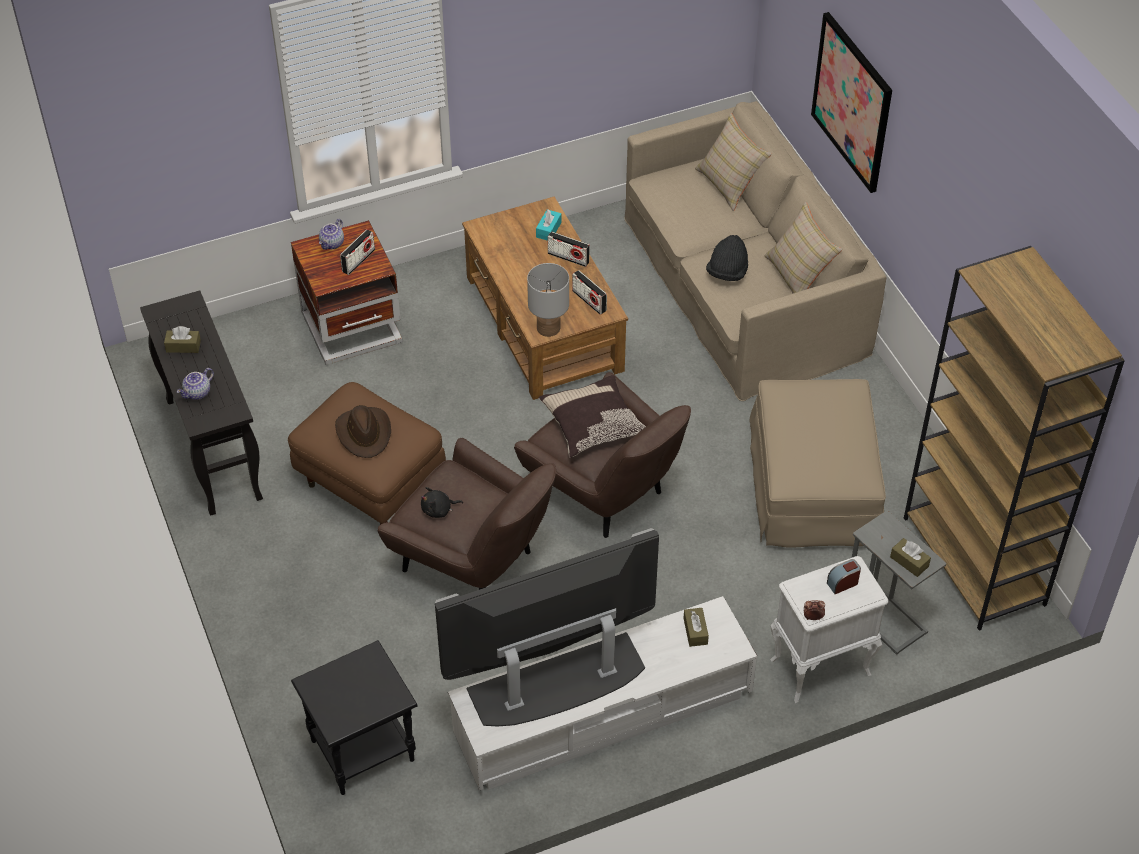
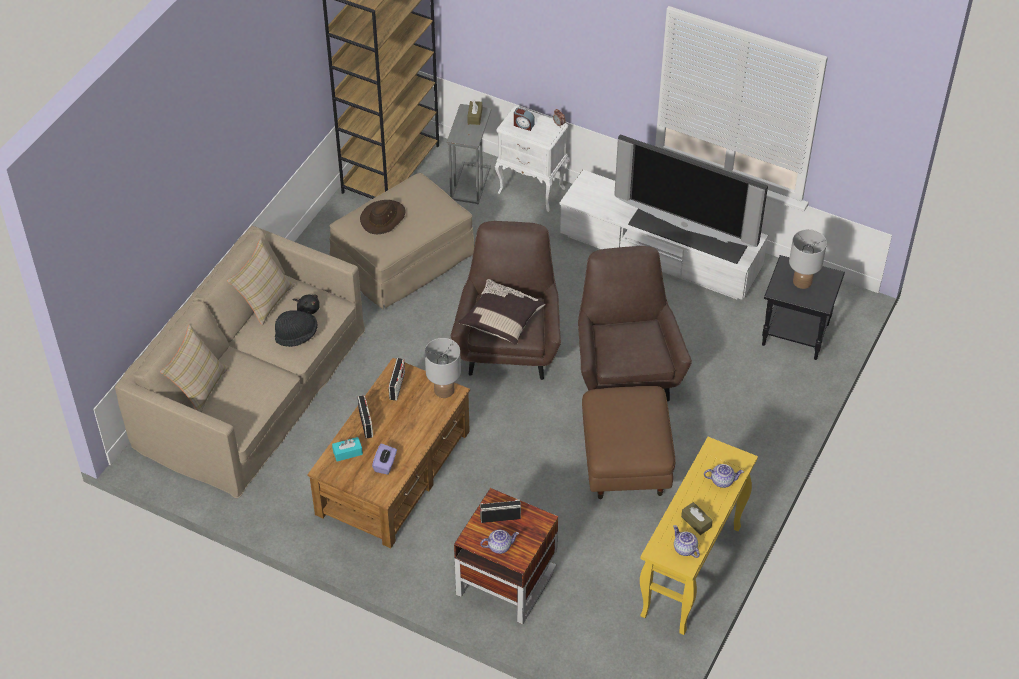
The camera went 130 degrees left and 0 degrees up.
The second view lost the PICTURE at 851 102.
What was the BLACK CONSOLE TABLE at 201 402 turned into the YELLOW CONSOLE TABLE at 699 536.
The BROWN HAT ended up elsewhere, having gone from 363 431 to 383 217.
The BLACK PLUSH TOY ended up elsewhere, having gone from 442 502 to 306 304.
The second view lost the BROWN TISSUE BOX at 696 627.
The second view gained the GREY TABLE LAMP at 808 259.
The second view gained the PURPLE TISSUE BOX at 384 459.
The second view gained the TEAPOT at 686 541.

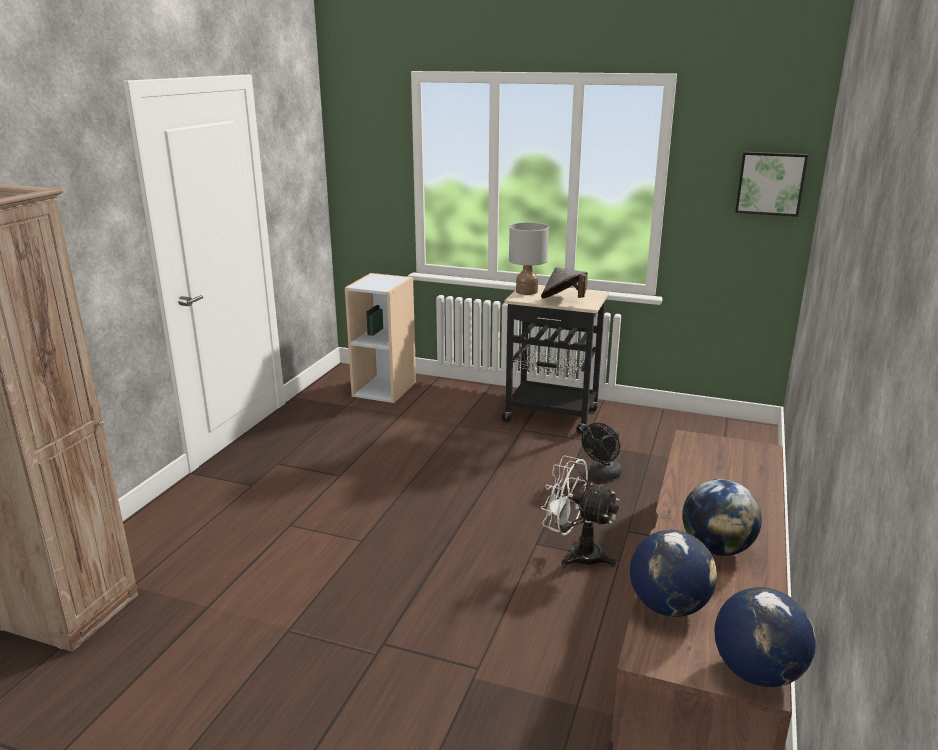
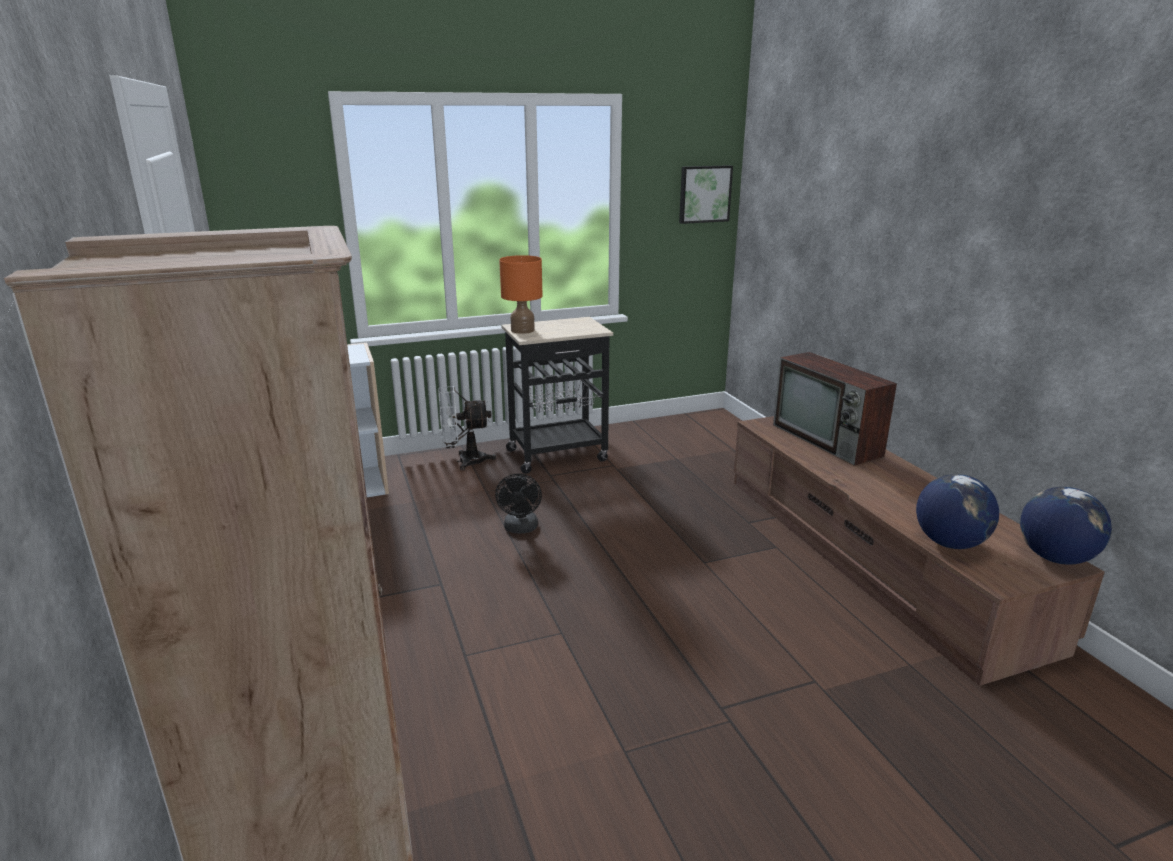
The camera went 40 degrees left and 0 degrees up.
What was the GREY TABLE LAMP at 529 258 turned into the ORANGE TABLE LAMP at 521 294.
The second view lost the GREY HAT at 564 282.
The BLACK FAN ended up elsewhere, having gone from 602 451 to 518 503.
The WHITE FAN ended up elsewhere, having gone from 580 511 to 467 428.
The second view lost the GLOBE at 722 517.
The second view gained the TELEVISION at 835 409.

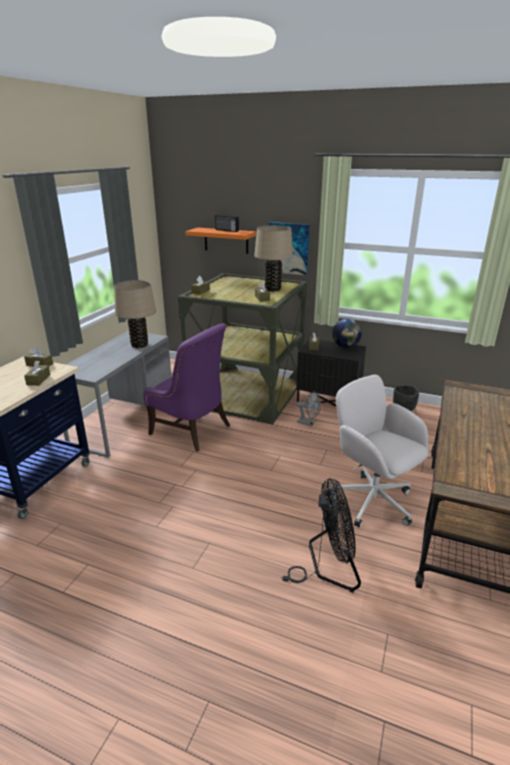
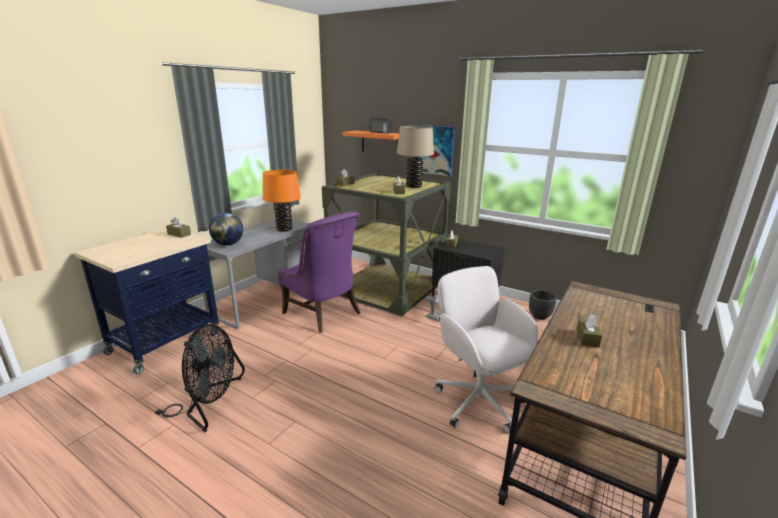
The camera went 10 degrees right and 5 degrees down.
What was the BEIGE TABLE LAMP at 135 314 turned into the ORANGE TABLE LAMP at 282 201.
The GLOBE ended up elsewhere, having gone from 347 333 to 226 229.
The BROWN TISSUE BOX ended up elsewhere, having gone from 37 373 to 589 331.
The BLACK FAN ended up elsewhere, having gone from 321 535 to 200 378.

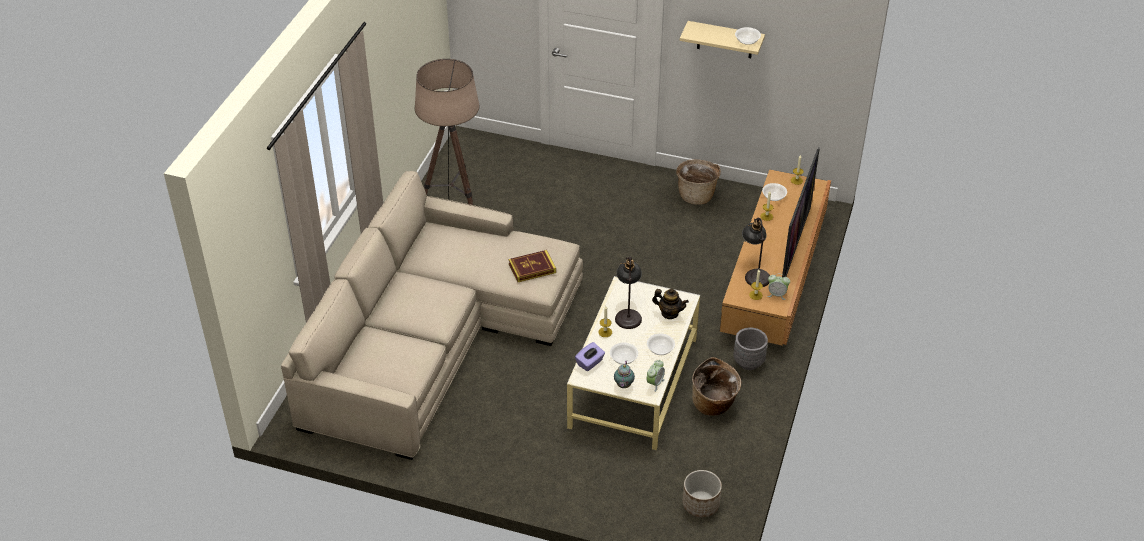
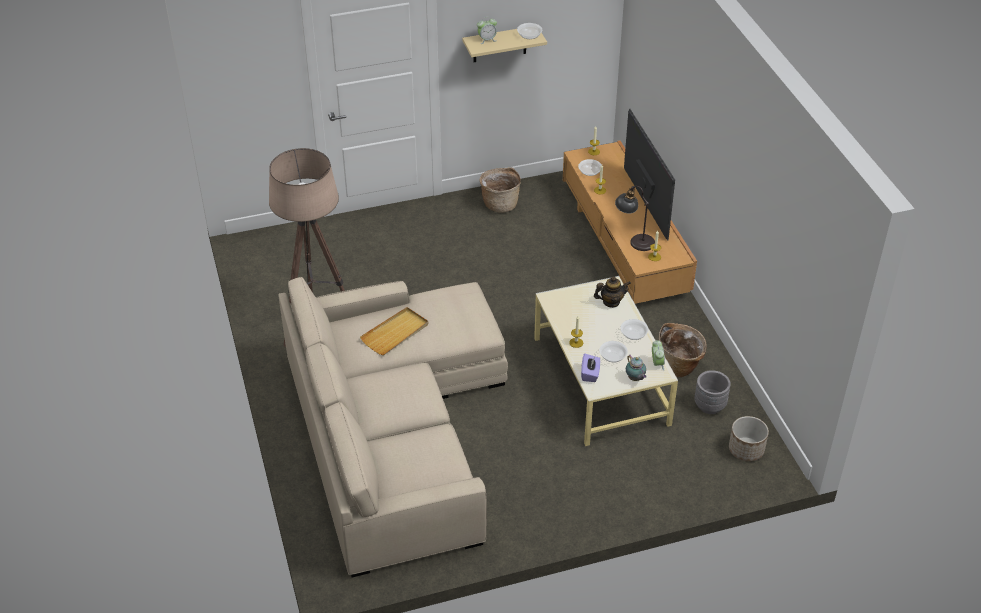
The camera went 35 degrees left and 0 degrees up.
The second view lost the BOOK at 532 266.
The second view lost the GREY TABLE LAMP at 628 293.
The ALARM CLOCK ended up elsewhere, having gone from 778 287 to 487 30.
The GREY PLANTER ended up elsewhere, having gone from 750 349 to 712 392.
The second view gained the BEIGE TRAY at 394 331.

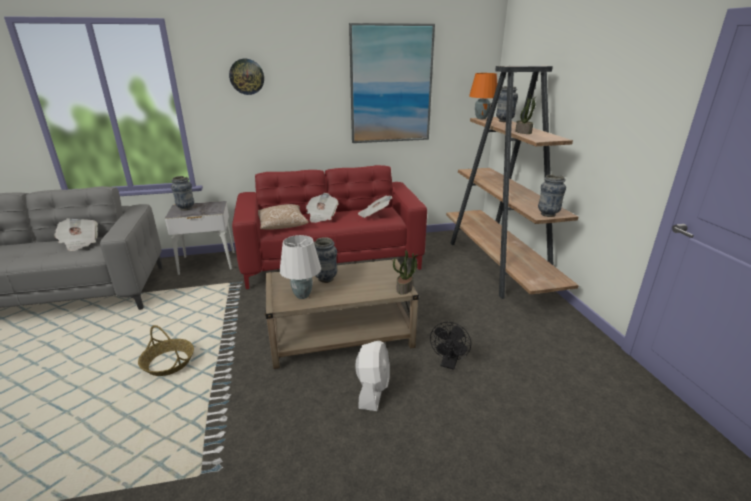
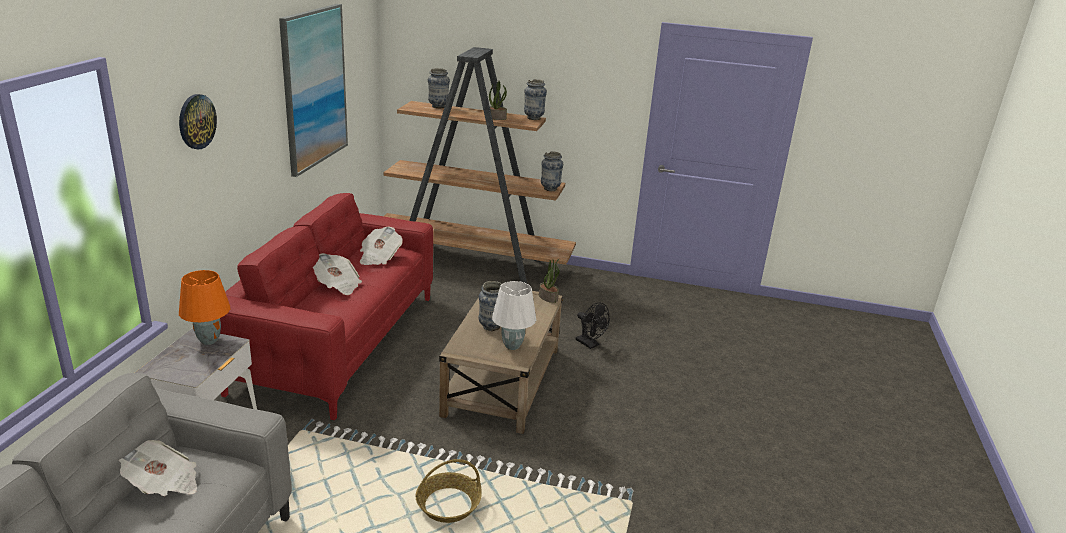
The camera went 65 degrees left and 0 degrees up.
The ORANGE TABLE LAMP ended up elsewhere, having gone from 483 96 to 204 307.
The VASE ended up elsewhere, having gone from 182 193 to 535 99.
The second view lost the PILLOW at 283 217.
The second view lost the WHITE FAN at 372 376.

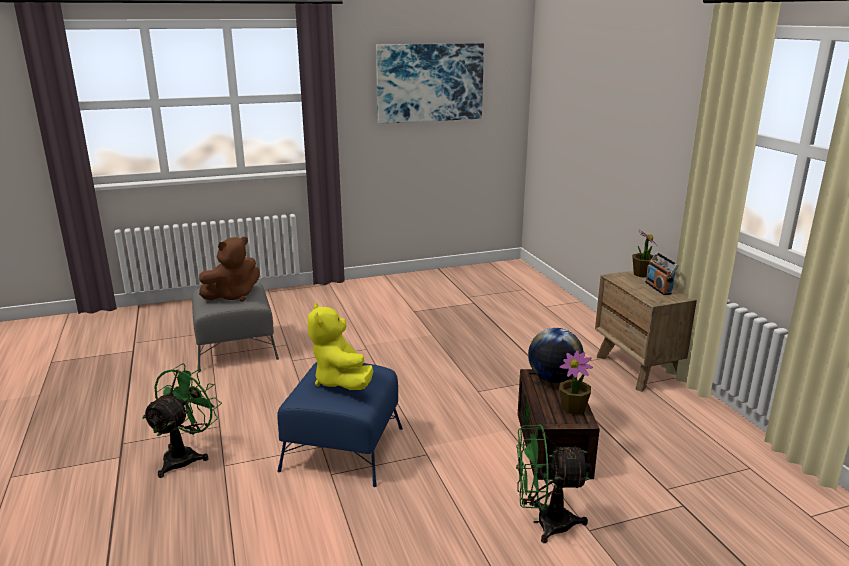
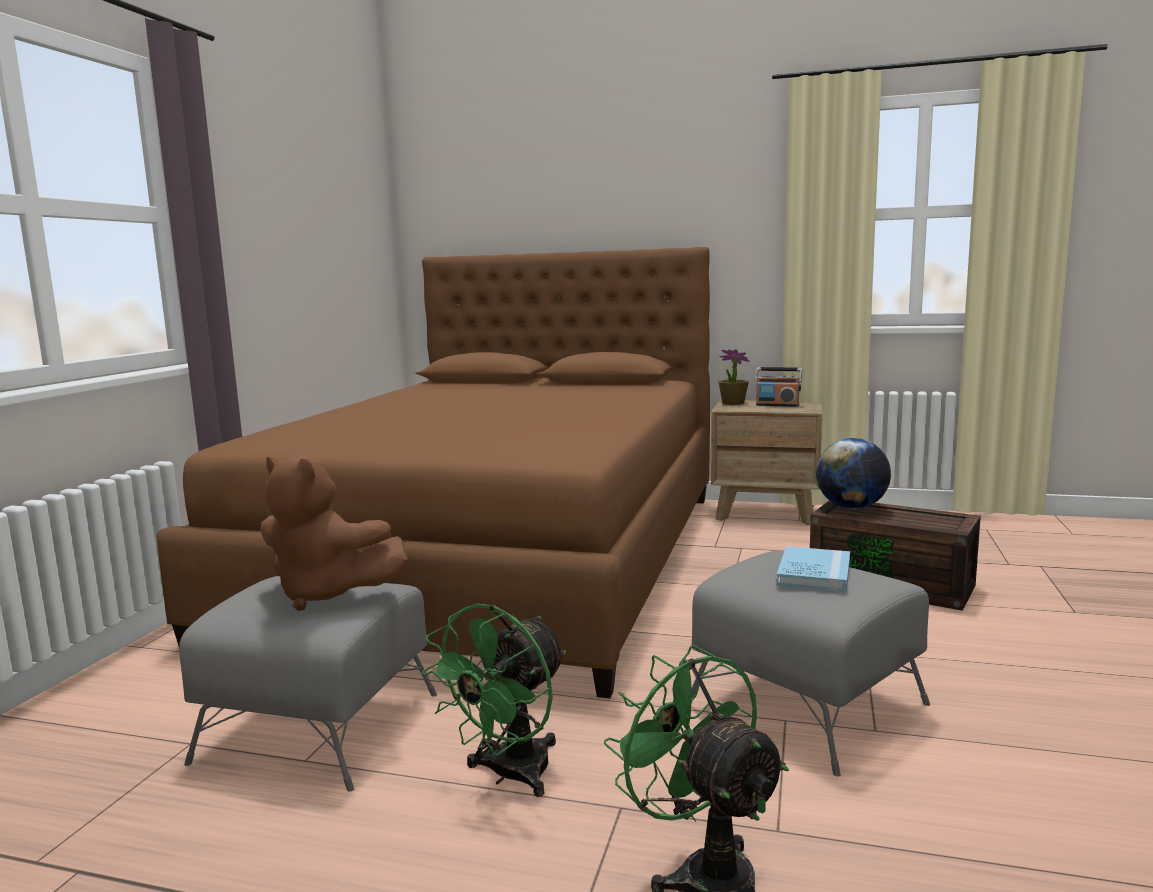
The camera went 55 degrees left and 10 degrees down.
The second view lost the PICTURE at 430 83.
The BROWN PLUSH TOY at 229 269 ended up facing another way, 120 degrees clockwise from before.
Where the YELLOW PLUSH TOY stood at 340 346, the BLUE BOOK came to stand at 813 569.
The second view lost the POTTED PLANT at 576 382.
What was the BLUE OTTOMAN at 340 424 turned into the GREY OTTOMAN at 810 664.
The GREEN FAN ended up elsewhere, having gone from 553 483 to 494 700.
The second view gained the BROWN BED at 433 473.

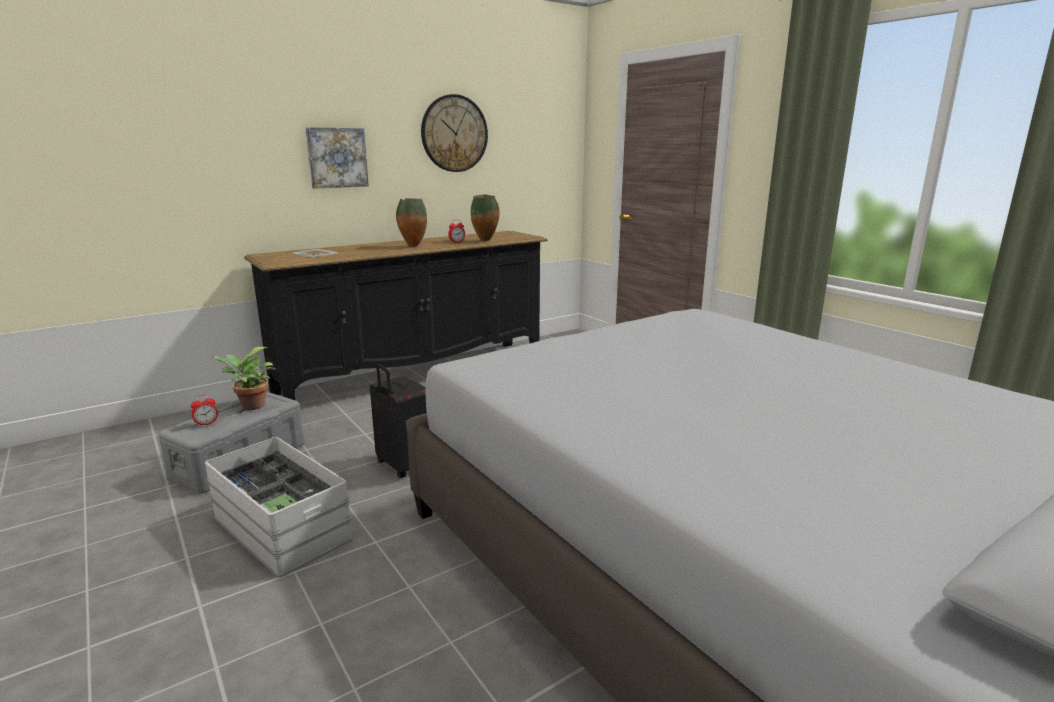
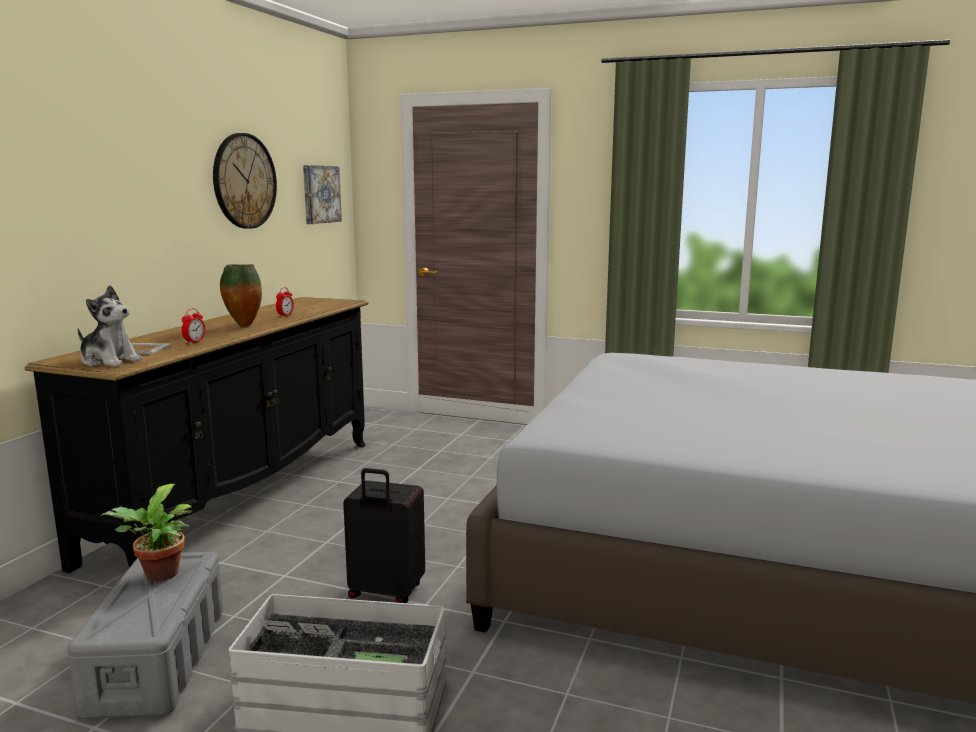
The camera went 35 degrees left and 5 degrees down.
The PICTURE ended up elsewhere, having gone from 337 158 to 322 194.
The second view lost the VASE at 485 217.
The ALARM CLOCK ended up elsewhere, having gone from 204 411 to 193 326.
The second view gained the PLUSH TOY at 110 326.

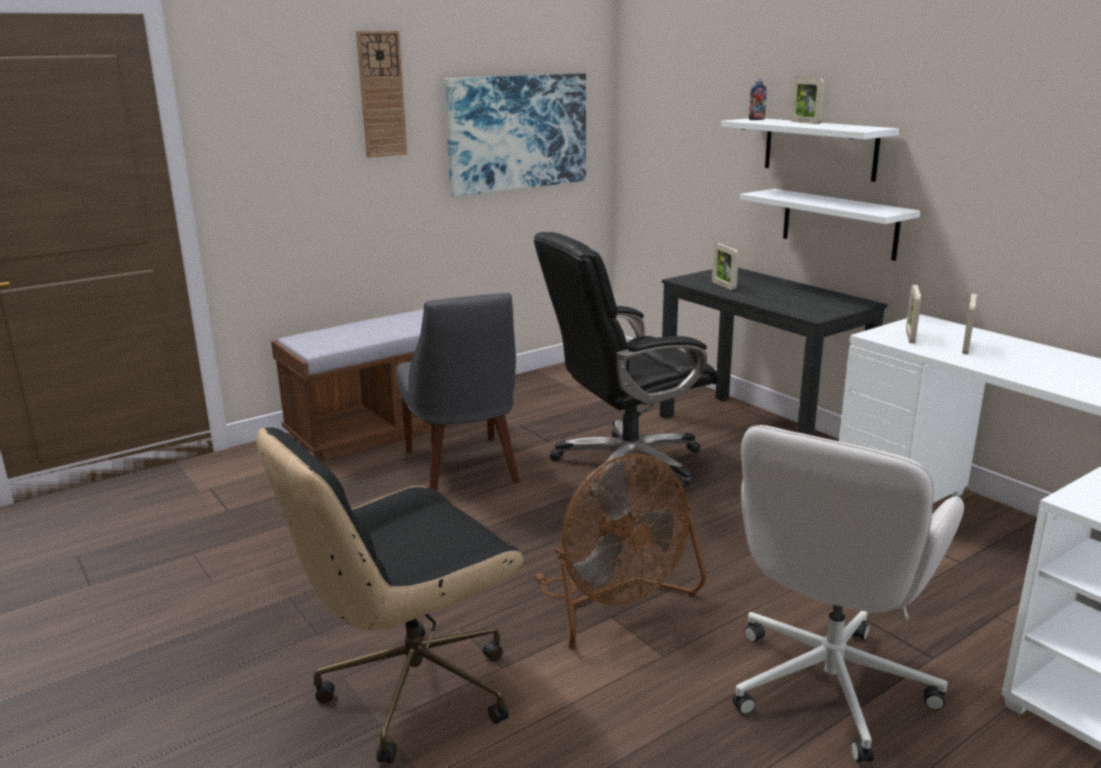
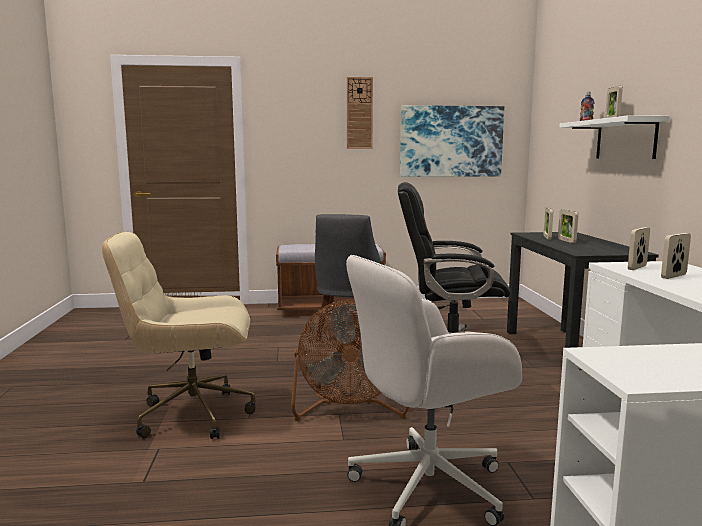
The camera went 30 degrees right and 10 degrees down.
The second view lost the WHITE SHELF at 830 225.
What was the BLACK OFFICE CHAIR at 390 595 turned into the BEIGE OFFICE CHAIR at 179 335.
The second view gained the PICTURE FRAME at 568 226.

